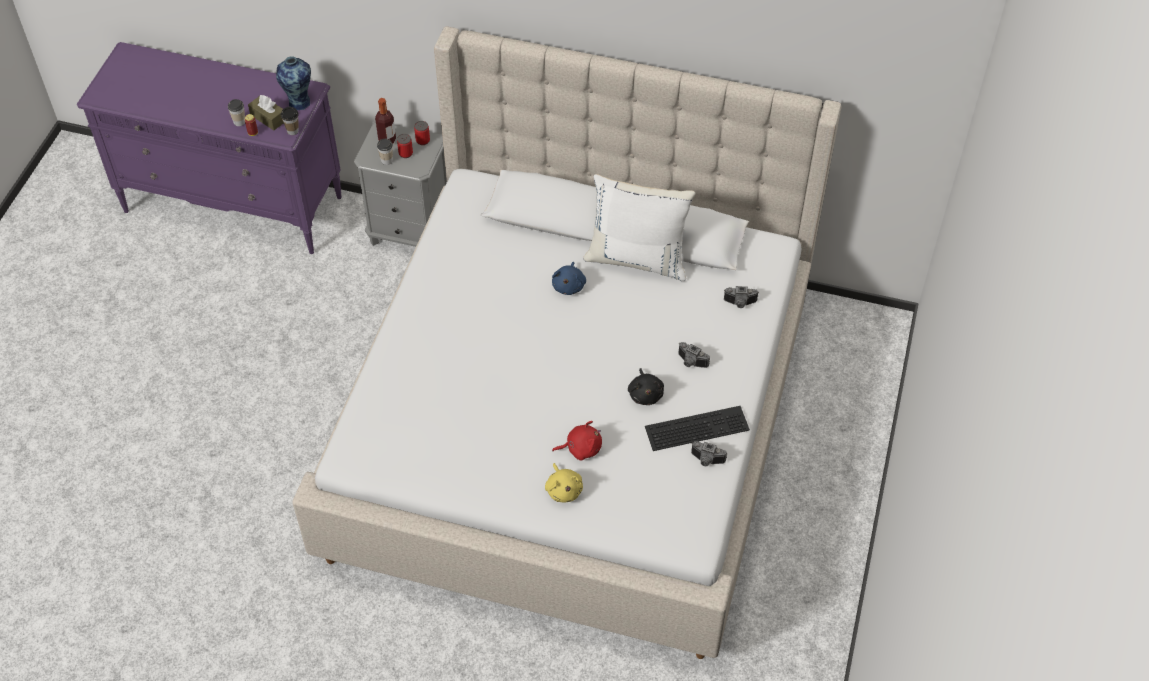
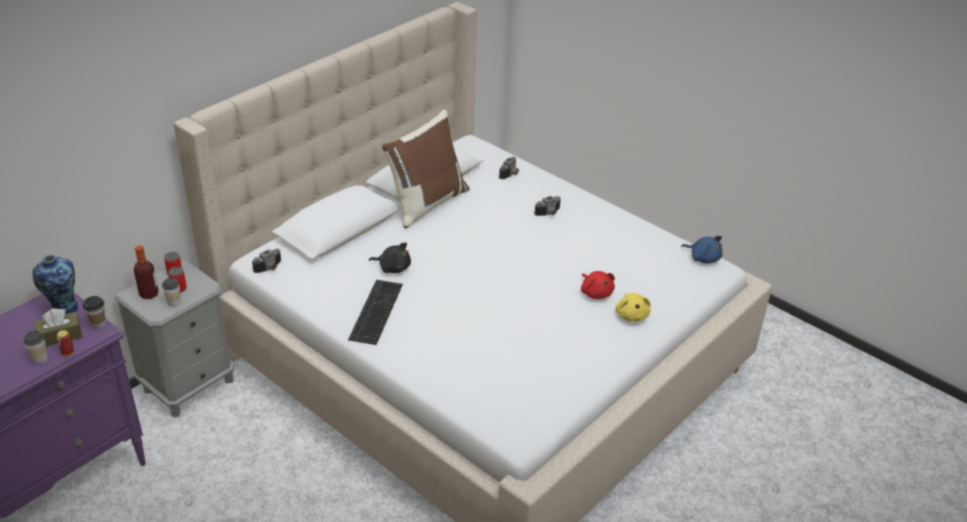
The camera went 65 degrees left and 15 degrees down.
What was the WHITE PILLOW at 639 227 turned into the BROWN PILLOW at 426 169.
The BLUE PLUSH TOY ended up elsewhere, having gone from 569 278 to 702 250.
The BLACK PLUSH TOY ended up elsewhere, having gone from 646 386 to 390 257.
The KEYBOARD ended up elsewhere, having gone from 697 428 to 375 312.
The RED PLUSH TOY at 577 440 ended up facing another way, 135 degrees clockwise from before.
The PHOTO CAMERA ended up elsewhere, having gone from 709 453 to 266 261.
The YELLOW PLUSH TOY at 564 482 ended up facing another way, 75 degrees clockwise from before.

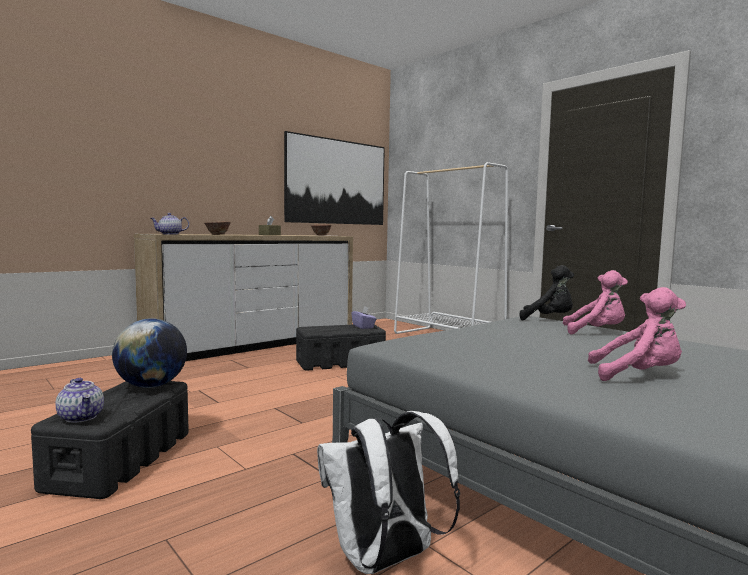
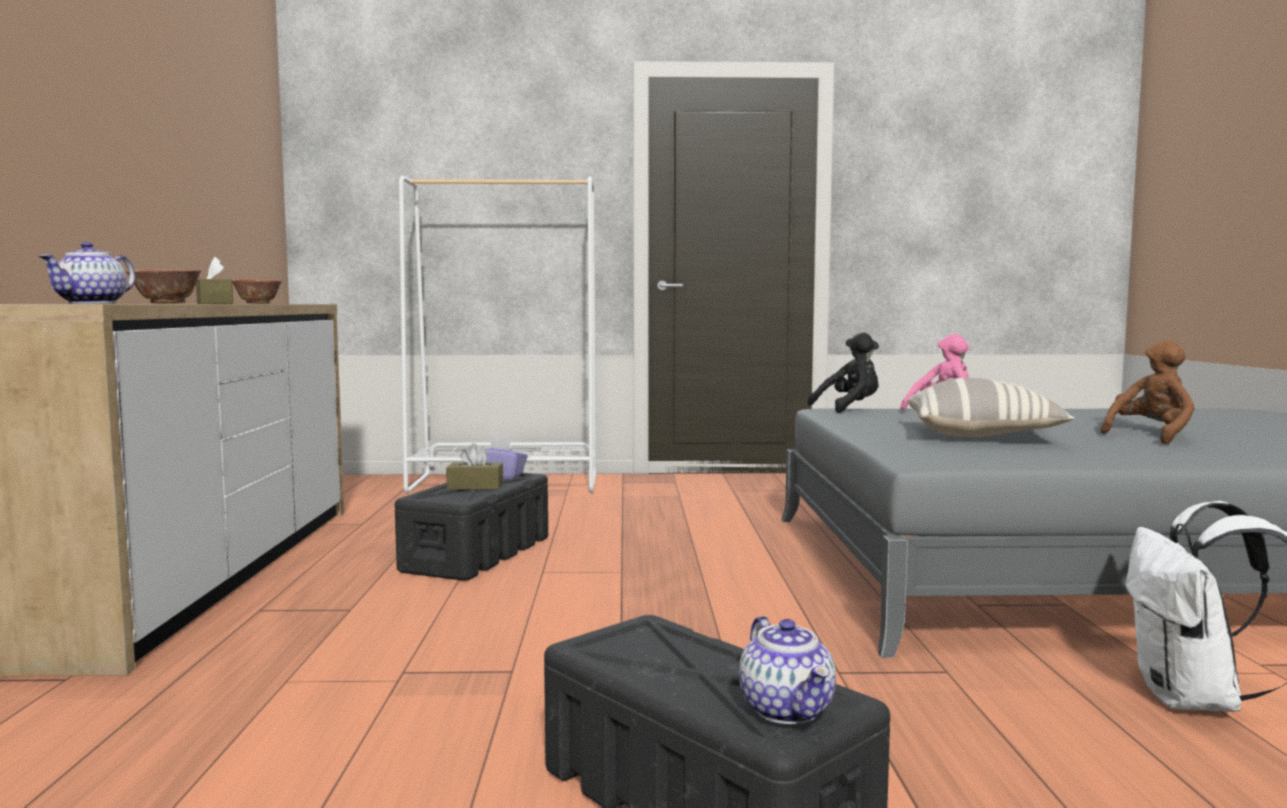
The camera went 50 degrees left and 0 degrees up.
The second view lost the PICTURE at 334 178.
What was the PINK PLUSH TOY at 637 334 turned into the BROWN PLUSH TOY at 1147 392.
The second view lost the GLOBE at 149 353.
The TEAPOT at 79 400 ended up facing another way, 75 degrees clockwise from before.
The second view gained the PILLOW at 991 407.
The second view gained the BROWN TISSUE BOX at 474 467.

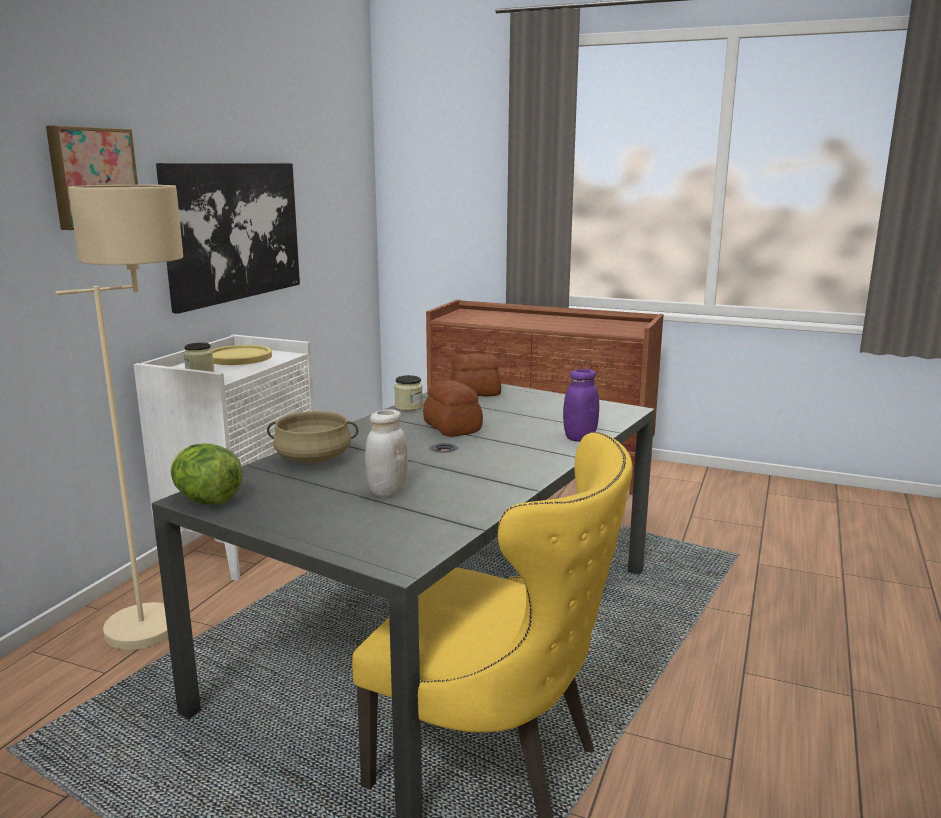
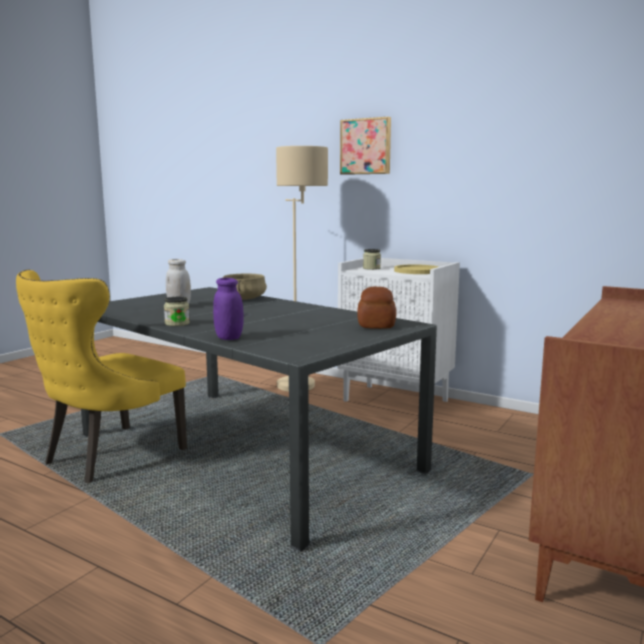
The camera went 100 degrees right and 5 degrees down.
The second view lost the PICTURE at 228 238.
The JAR ended up elsewhere, having gone from 408 393 to 177 311.
The second view lost the BREAD at 453 408.
The second view lost the LETTUCE at 206 474.

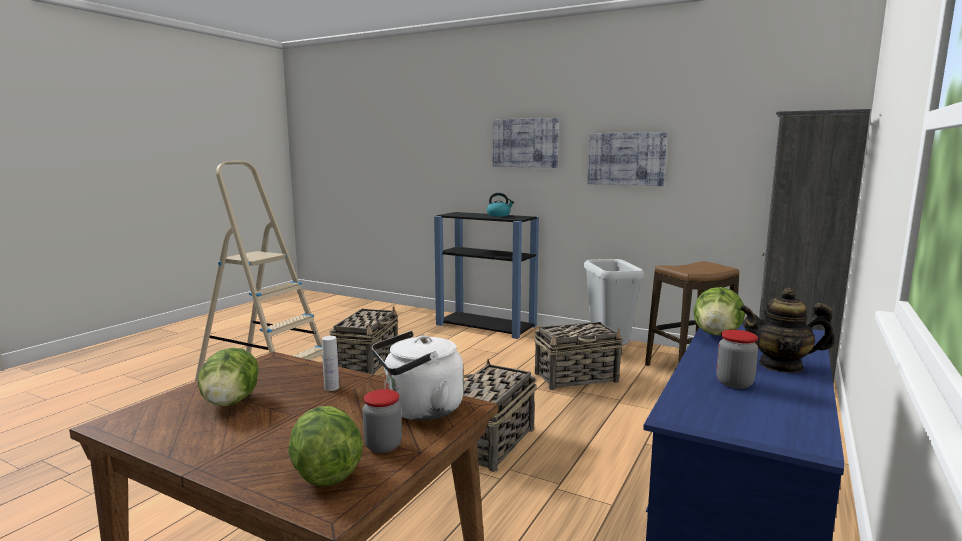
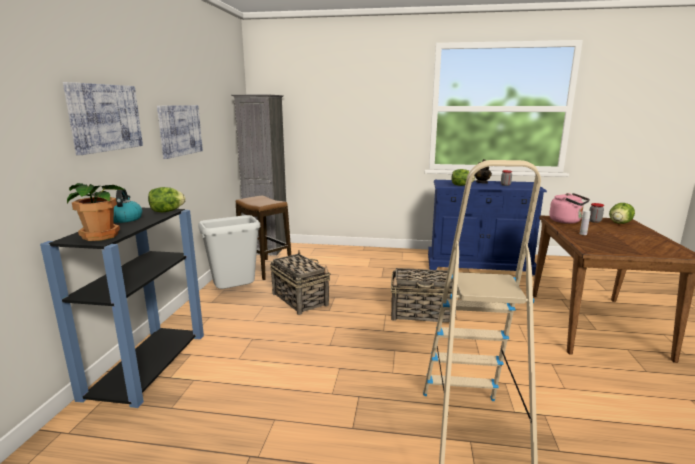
The camera went 110 degrees left and 5 degrees up.
The second view lost the BASKET at 363 340.
What was the WHITE KETTLE at 418 376 turned into the PINK KETTLE at 569 208.
The LETTUCE ended up elsewhere, having gone from 228 377 to 167 199.
The second view gained the POTTED PLANT at 96 212.

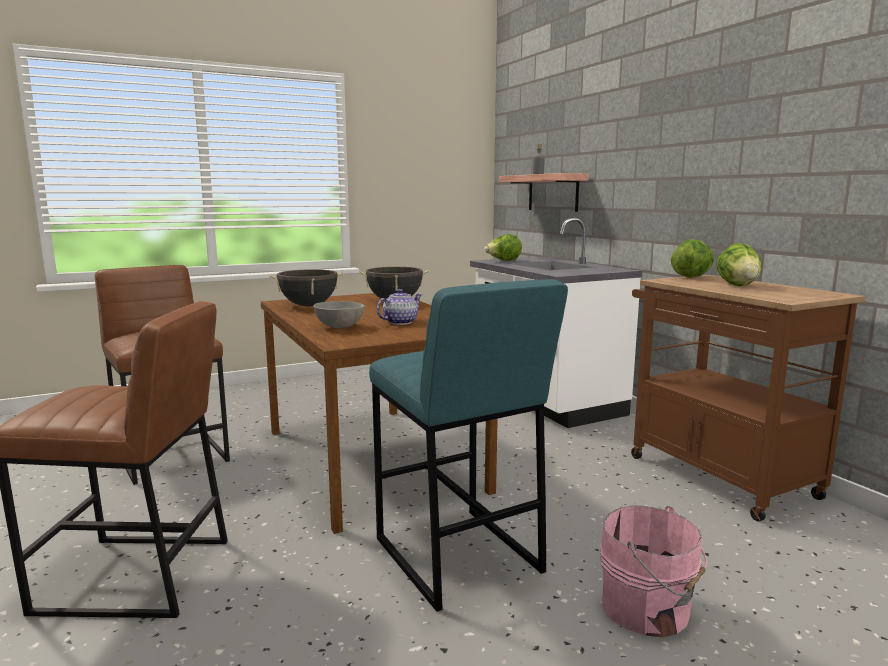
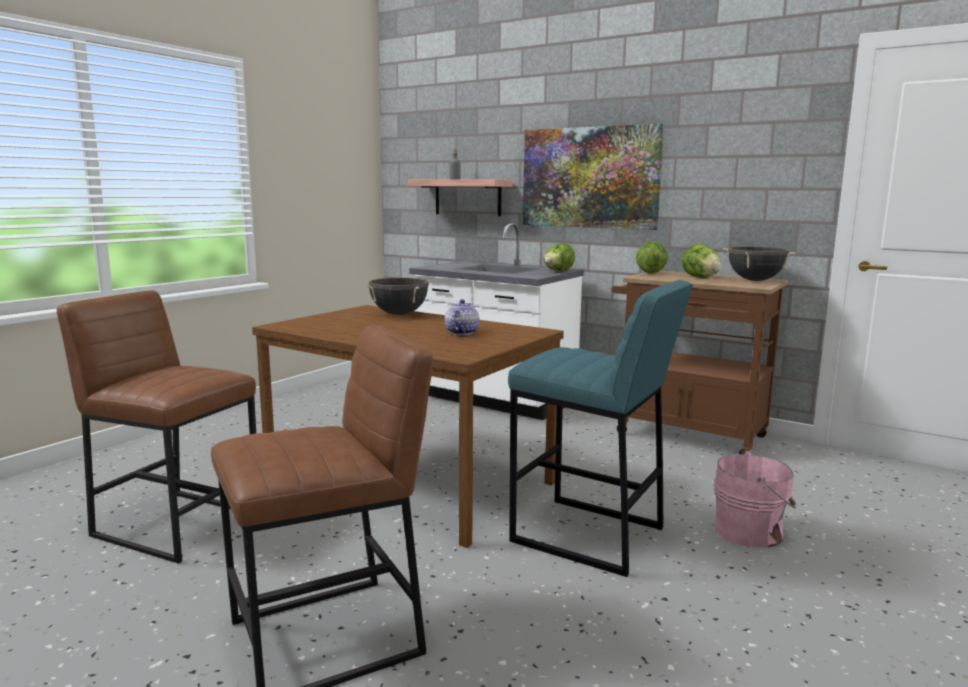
The camera went 30 degrees left and 0 degrees up.
The LETTUCE ended up elsewhere, having gone from 503 247 to 559 257.
The BLACK COOKING POT ended up elsewhere, having gone from 306 287 to 759 264.
The second view lost the GREY BOWL at 339 314.
The second view gained the PICTURE at 593 177.

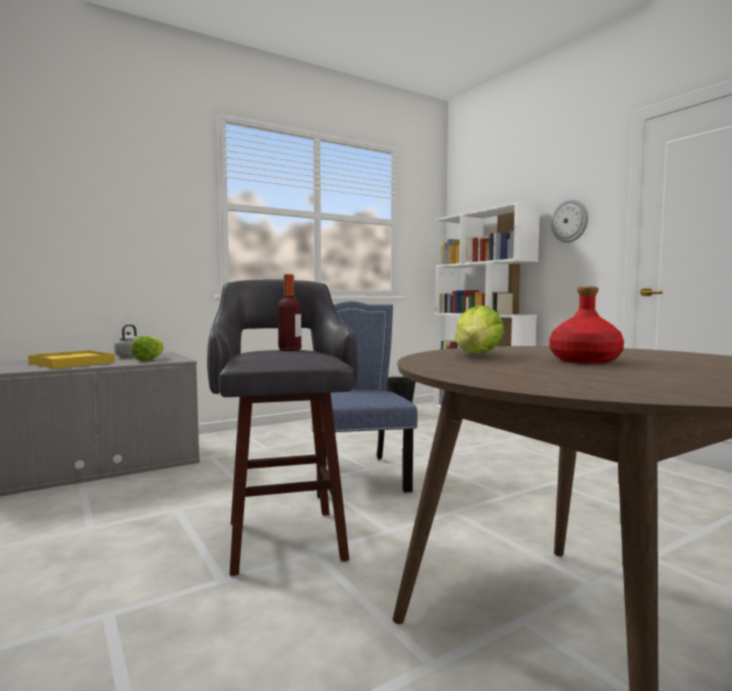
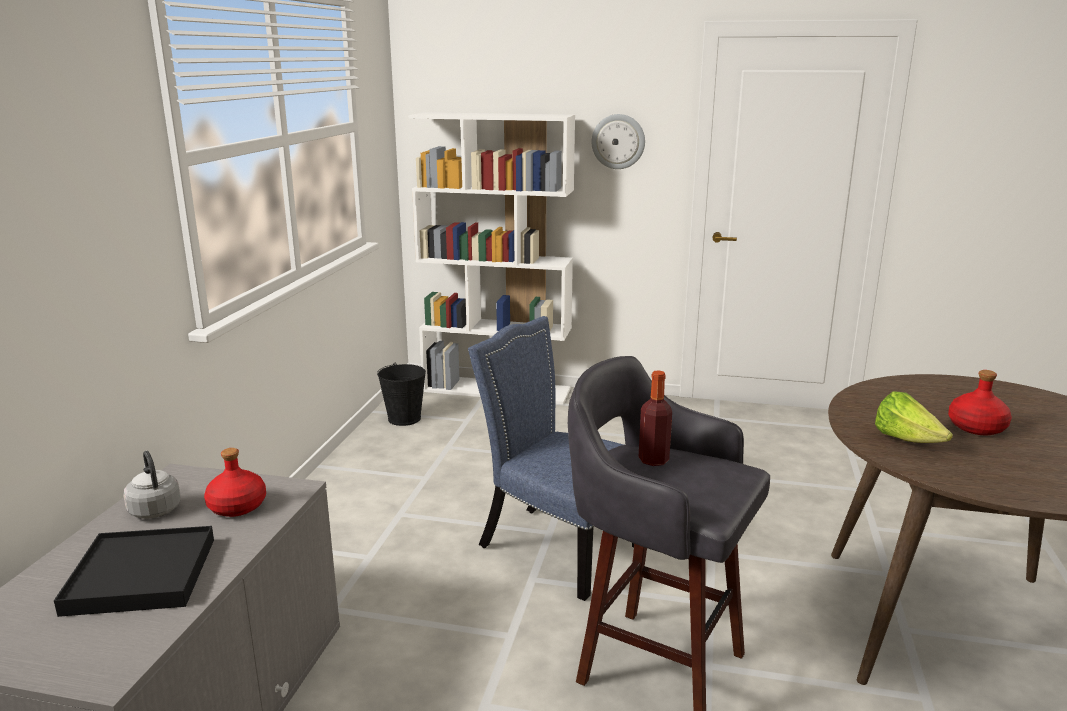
The camera went 45 degrees left and 15 degrees up.
Where the LETTUCE stood at 146 348, the RED BOTTLE came to stand at 235 482.
What was the YELLOW TRAY at 71 359 turned into the BLACK TRAY at 134 571.

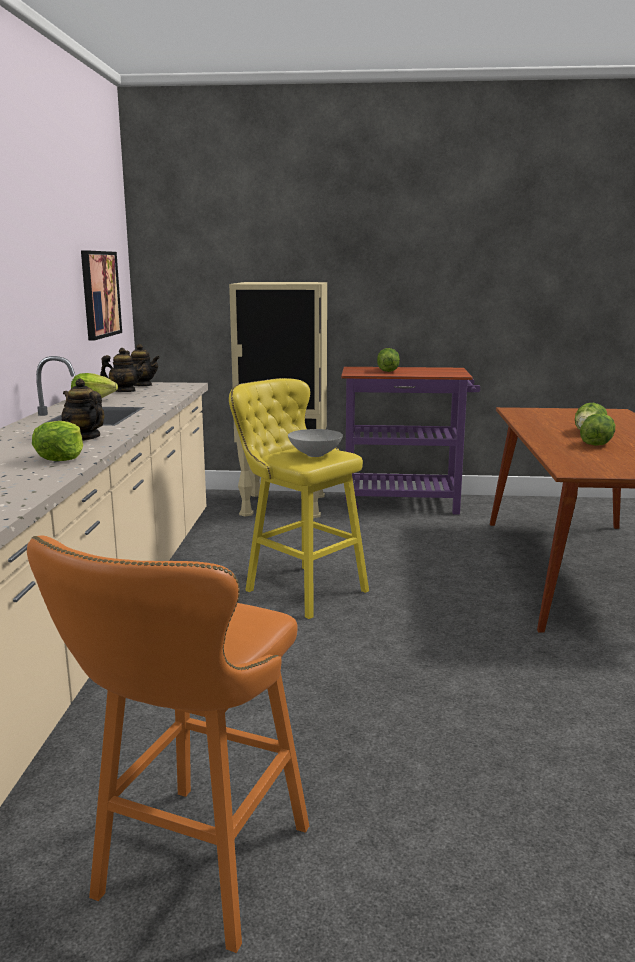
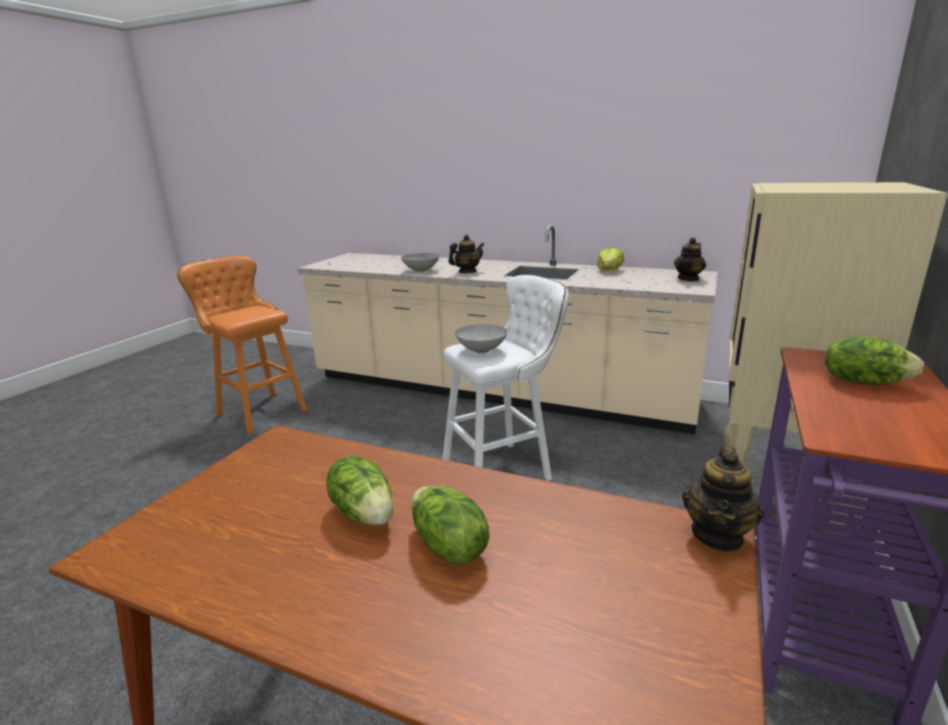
The camera went 110 degrees right and 5 degrees up.
The second view lost the PICTURE at 101 295.
The TEAPOT ended up elsewhere, having gone from 123 370 to 723 499.
What was the YELLOW STOOL at 299 498 turned into the WHITE STOOL at 506 378.
Where the LETTUCE stood at 57 441, the GREY BOWL came to stand at 420 262.

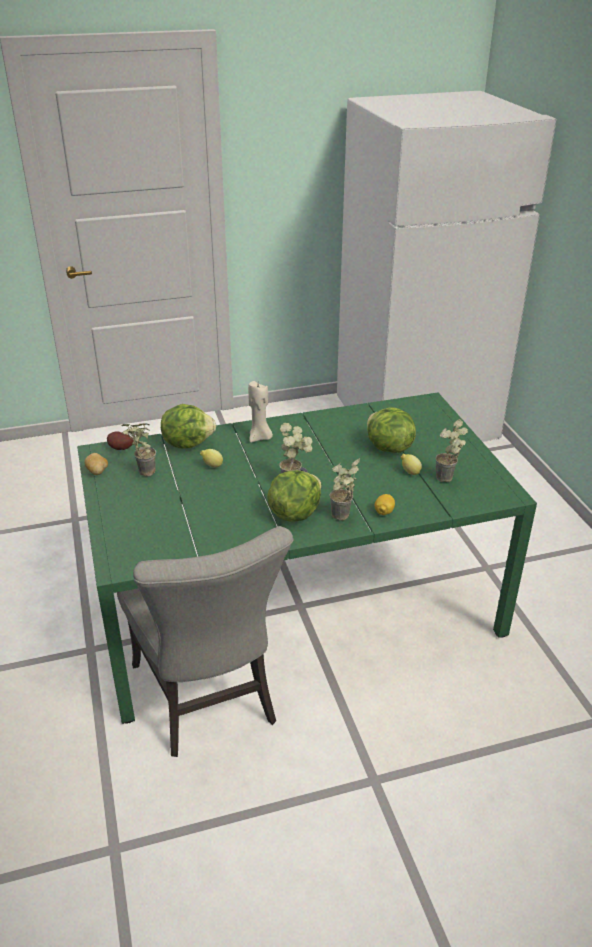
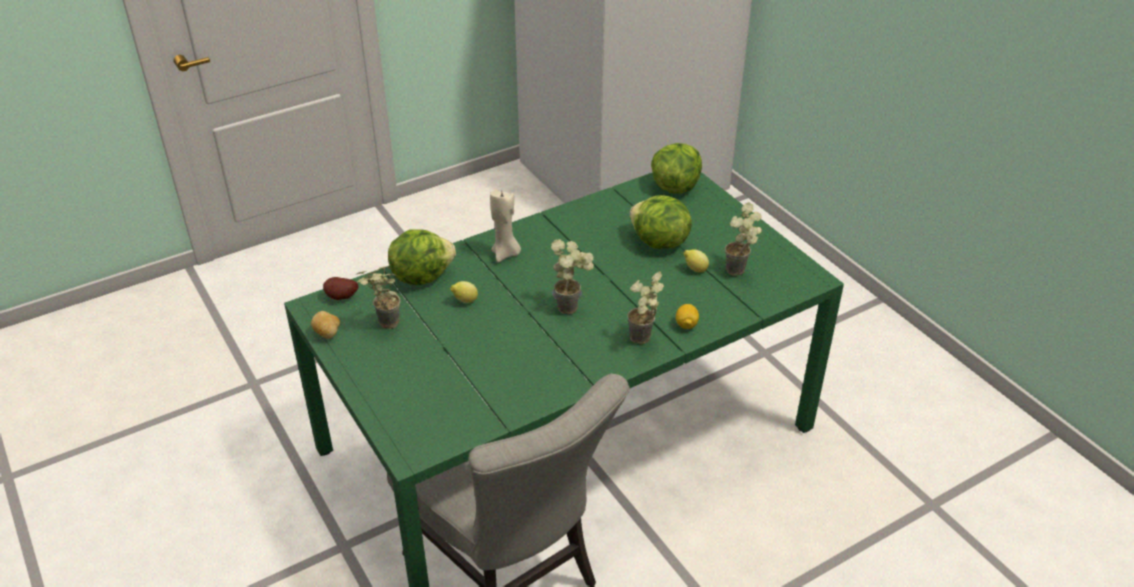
The camera went 15 degrees left and 5 degrees up.
The LETTUCE ended up elsewhere, having gone from 294 496 to 676 168.

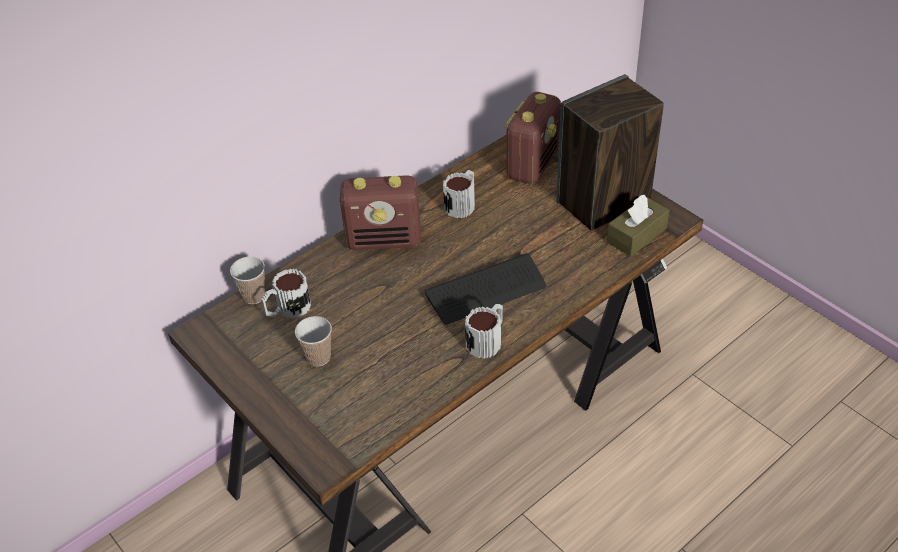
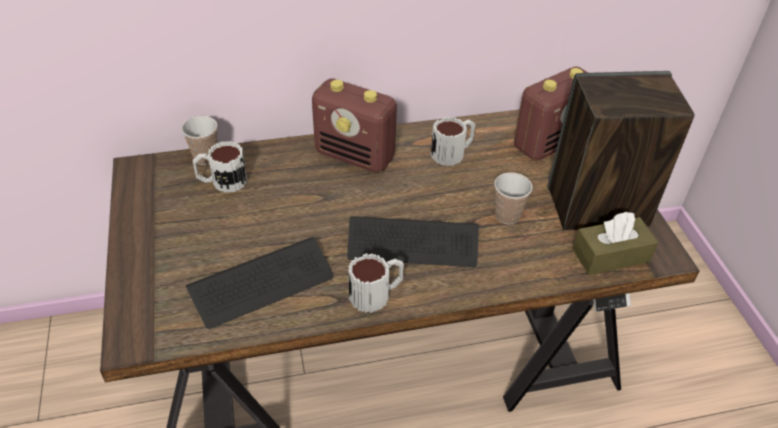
The camera went 25 degrees right and 0 degrees up.
The CUP ended up elsewhere, having gone from 313 341 to 513 198.
The second view gained the KEYBOARD at 260 283.

